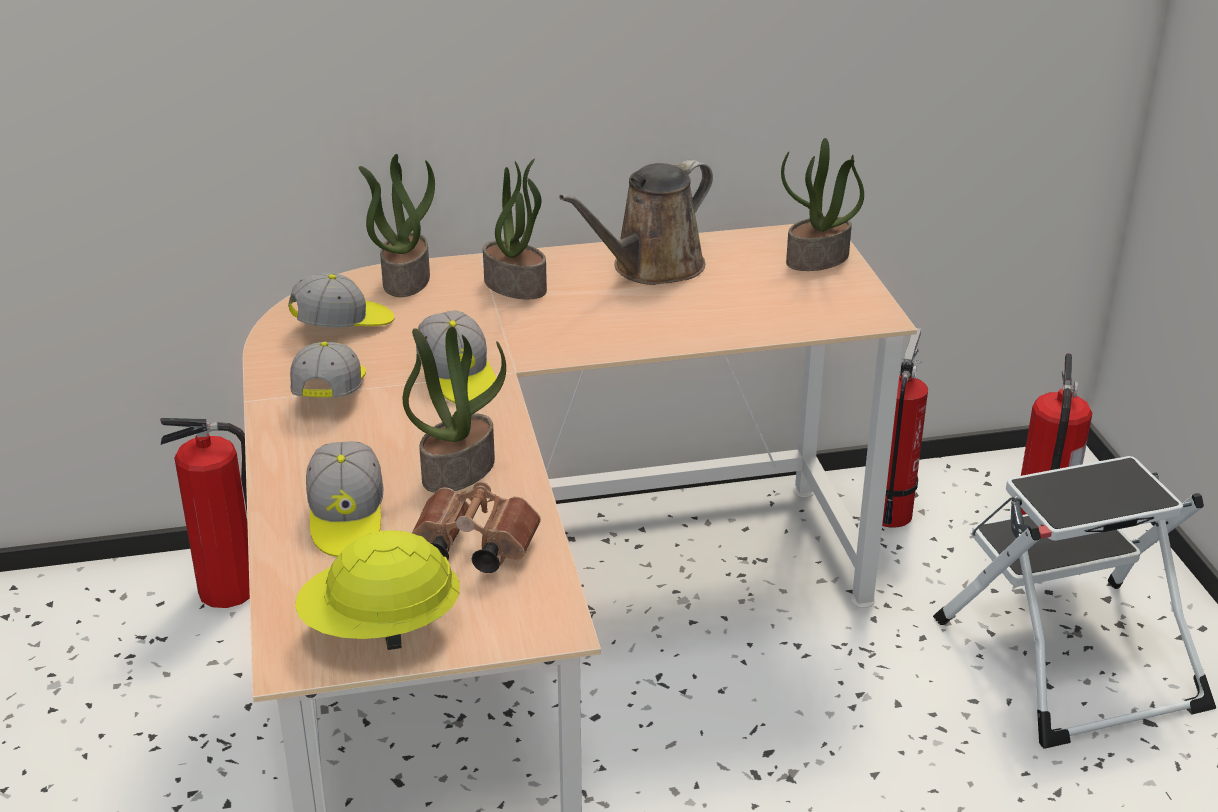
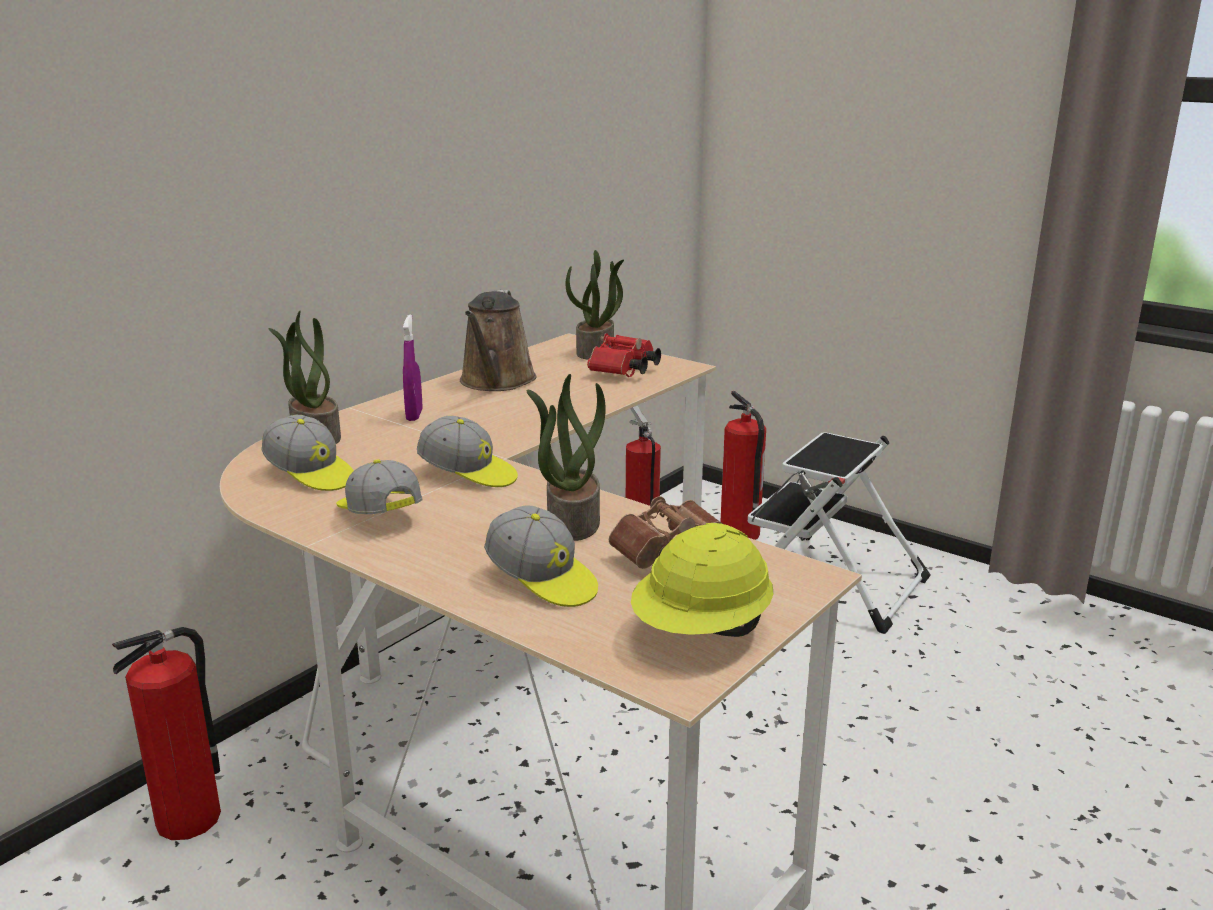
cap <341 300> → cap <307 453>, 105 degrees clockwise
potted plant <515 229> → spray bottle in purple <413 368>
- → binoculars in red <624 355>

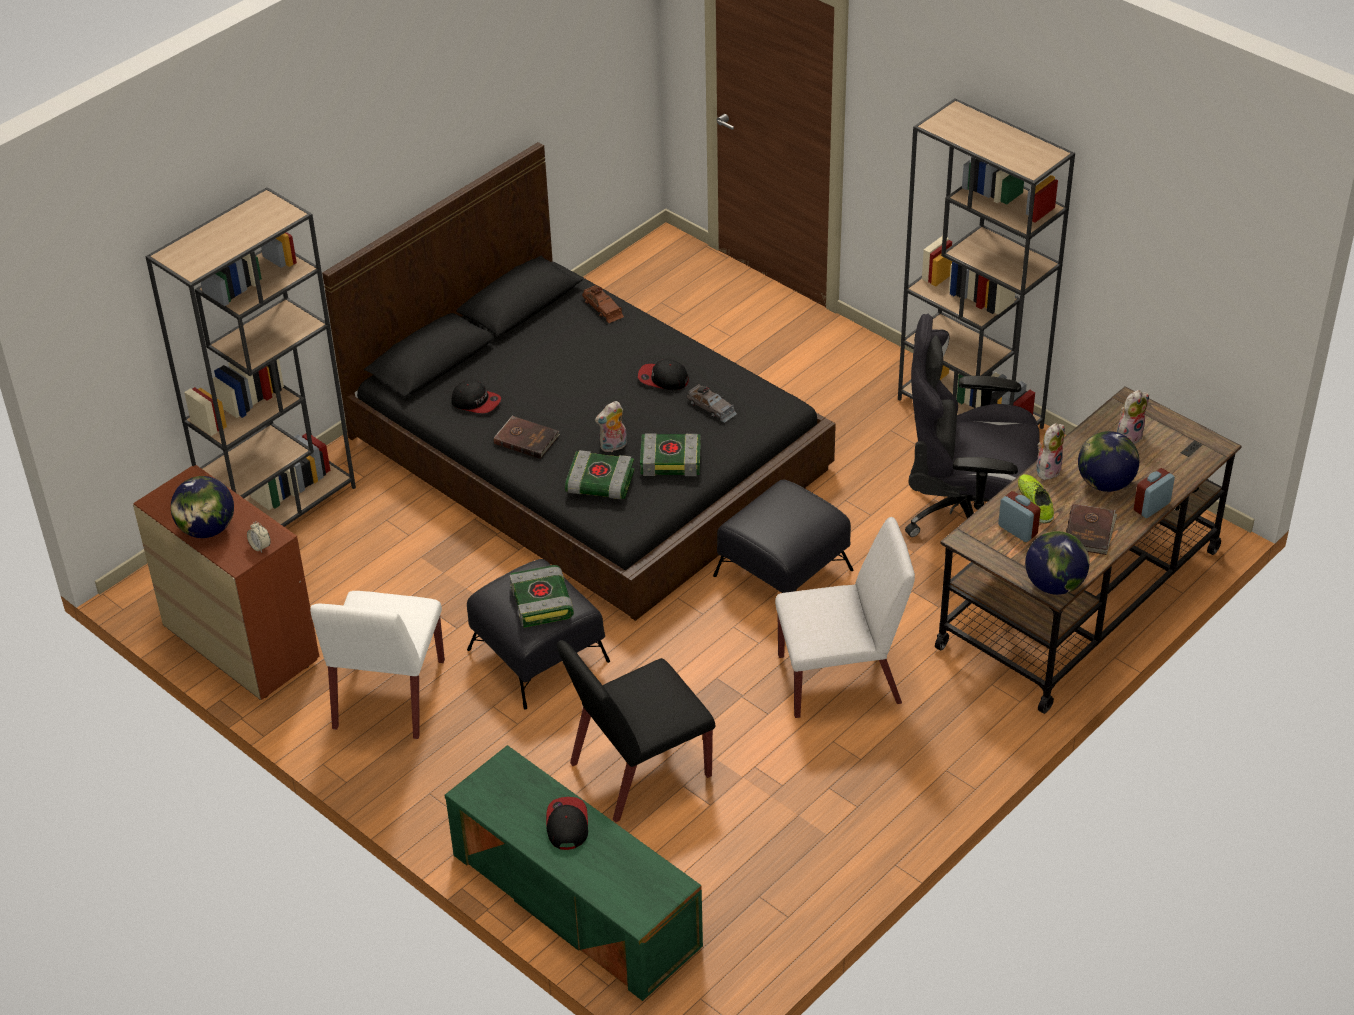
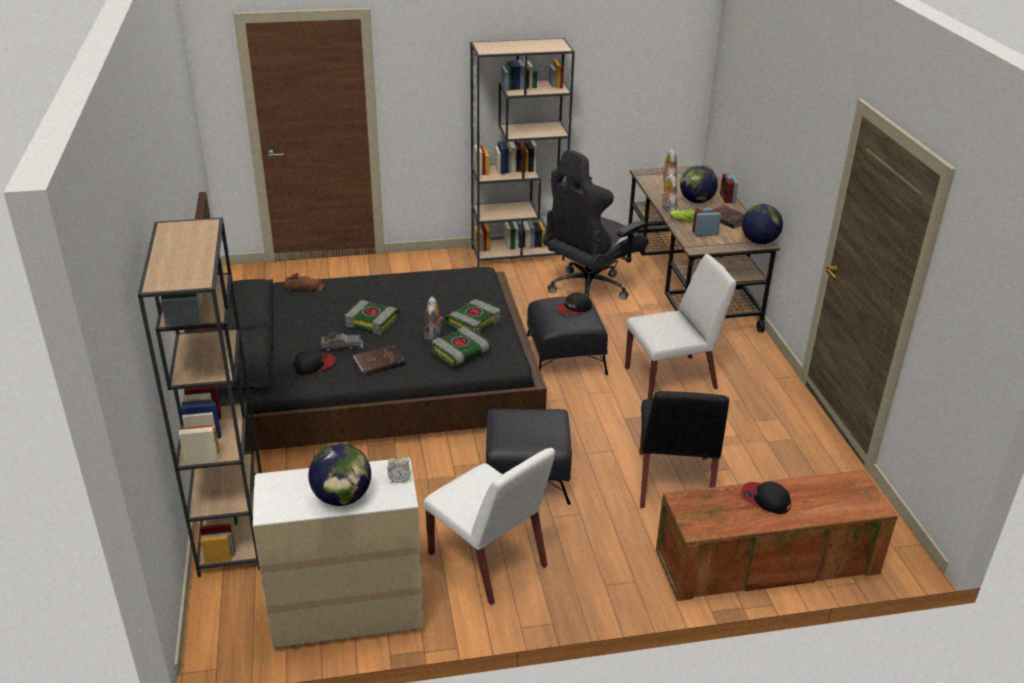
dresser in brown <226 582> → dresser in white <338 553>
bench in green <574 873> → bench in brown <777 535>
book <542 596> → book <372 317>, shifted
cap <663 374> → cap <574 304>, shifted
toy car in grey <712 403> → toy car in grey <342 341>, shifted
chair in white <845 617> → chair in white <680 326>, 45 degrees clockwise

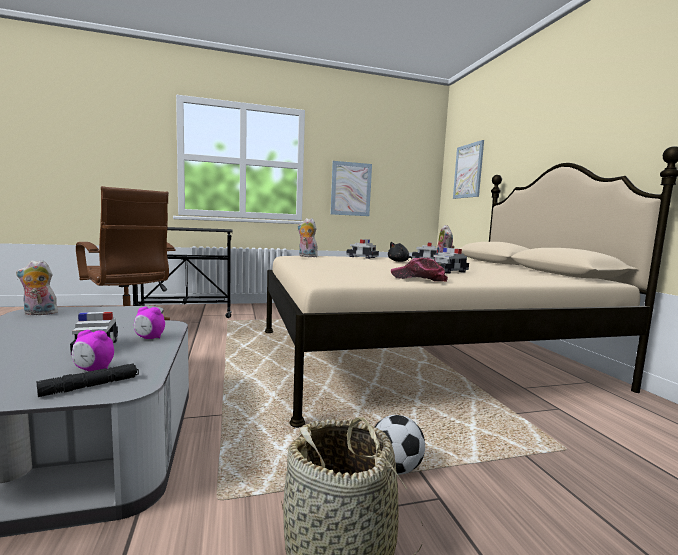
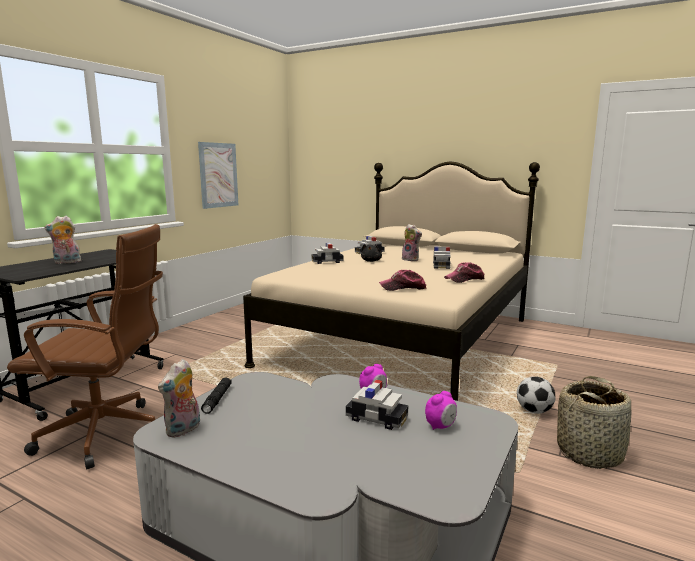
flashlight in black <88 380> → flashlight in black <216 395>, shifted
plush toy <308 237> → plush toy <63 240>, shifted
picture <468 169> → -
- → cap <402 280>

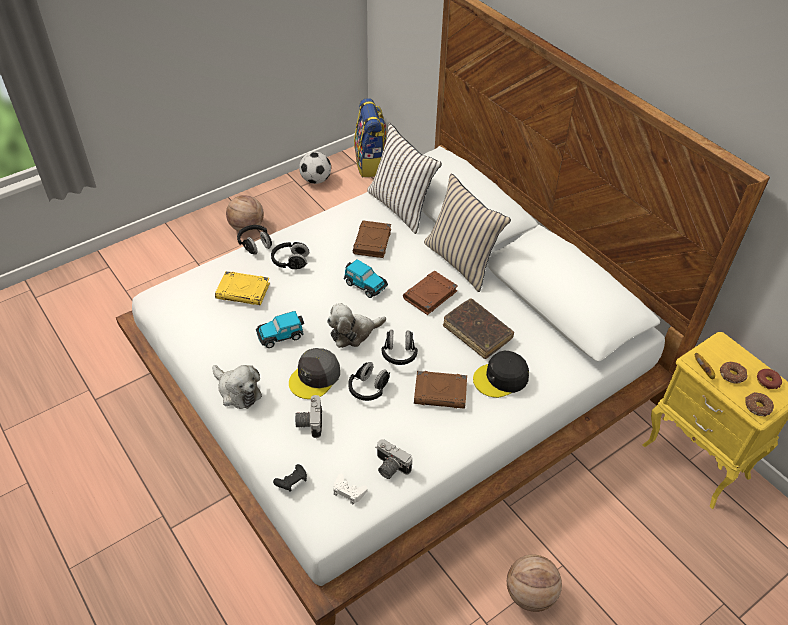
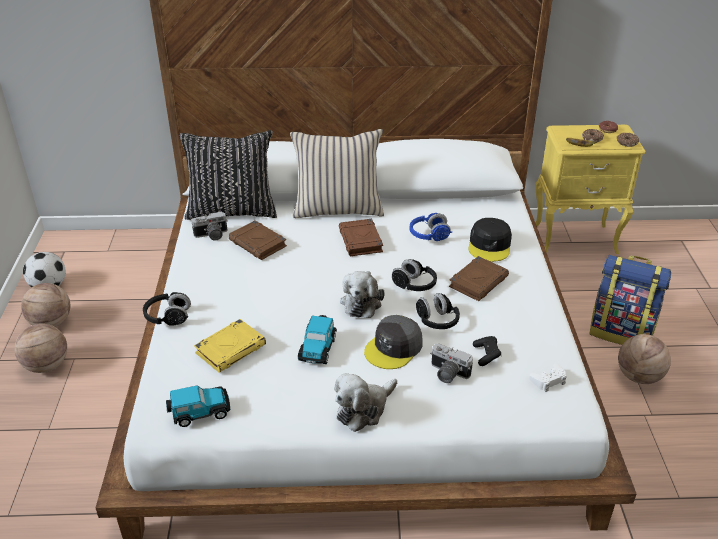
plush toy <237 387> → plush toy <365 402>, 150 degrees clockwise
headphones in black <290 255> → -
game controller in black <290 478> → game controller in black <487 351>, shifted
cap in grey <314 373> → cap in grey <393 342>, 60 degrees clockwise
toy car <366 278> → toy car <198 406>, shifted
backpack <370 137> → backpack <630 300>, shifted
pillow in white <404 178> → pillow in black <228 175>
photo camera <394 459> → photo camera <210 226>, shifted
book in brown <478 328> → headphones in blue <431 227>
- → basketball <45 305>

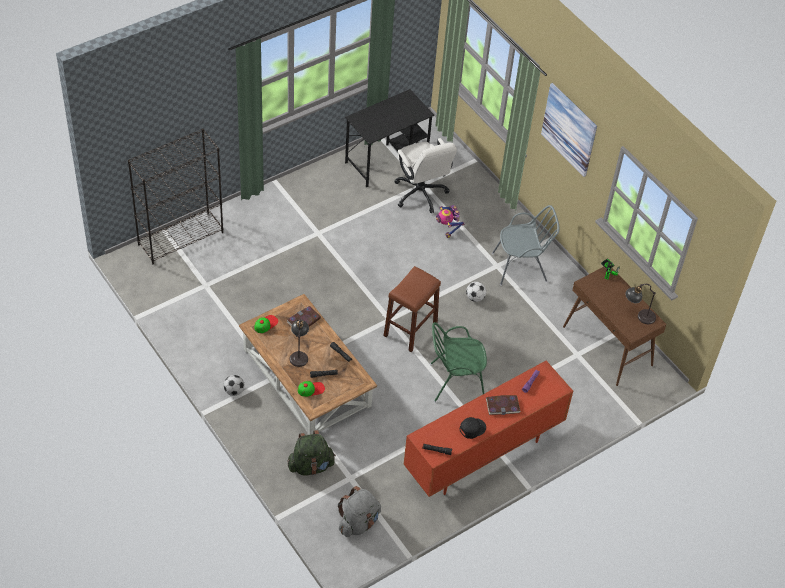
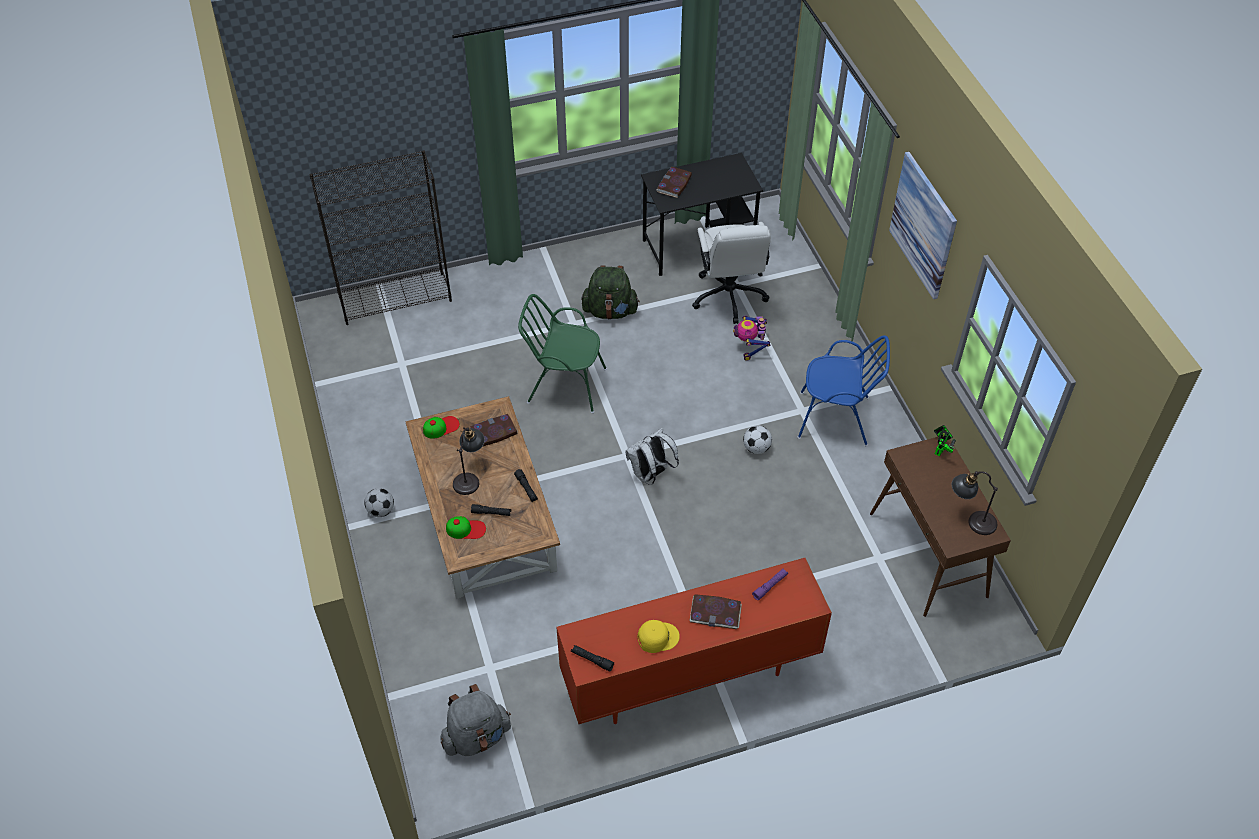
backpack in green <312 453> → backpack in green <610 292>, shifted
stool in brown <412 309> → backpack in white <652 456>
chair in green <458 362> → chair in green <562 353>, shifted
cap in black <473 428> → cap in yellow <659 636>
chair in grey <526 245> → chair in blue <843 391>
- → book <674 182>

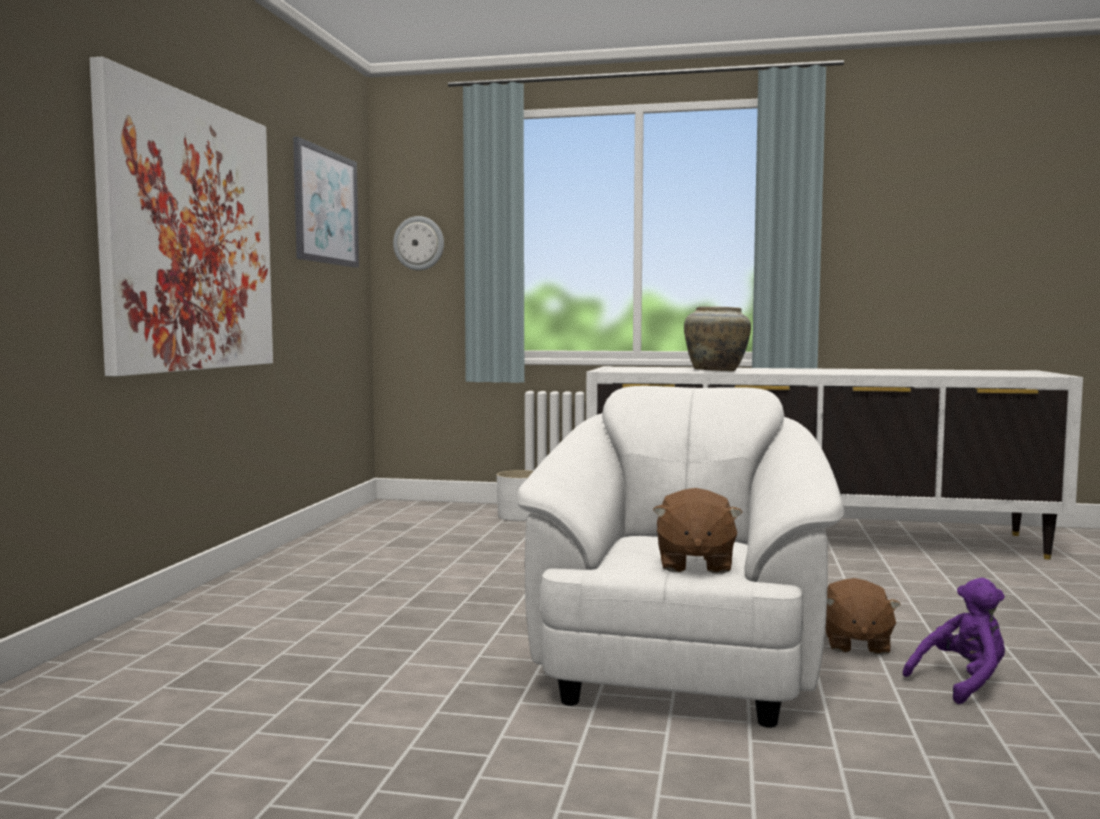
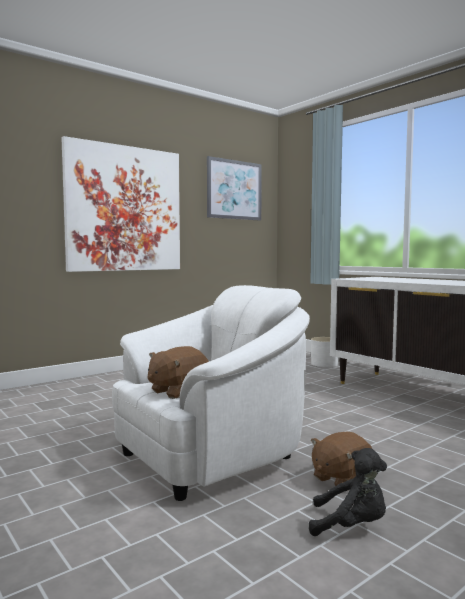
wall clock <418 243> → -
vase in beige <717 339> → -
plush toy in purple <954 641> → plush toy in black <348 492>

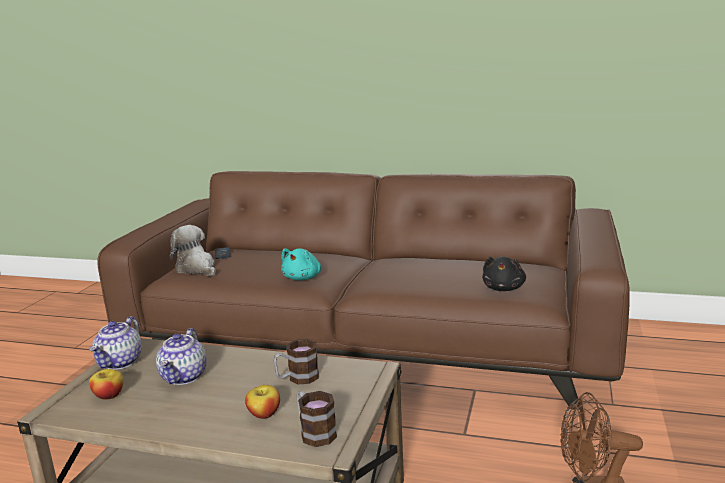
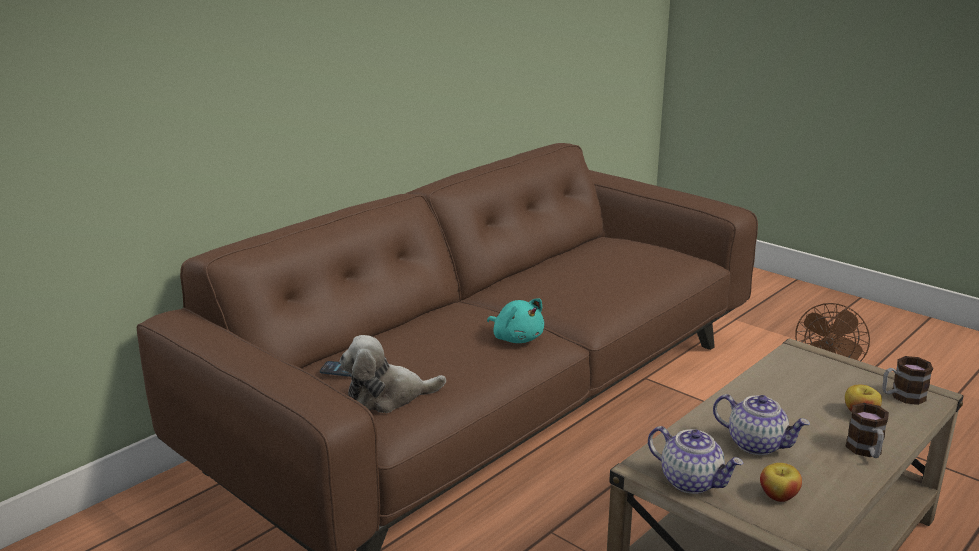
mug <296 361> → mug <867 430>, shifted
plush toy in black <504 273> → -

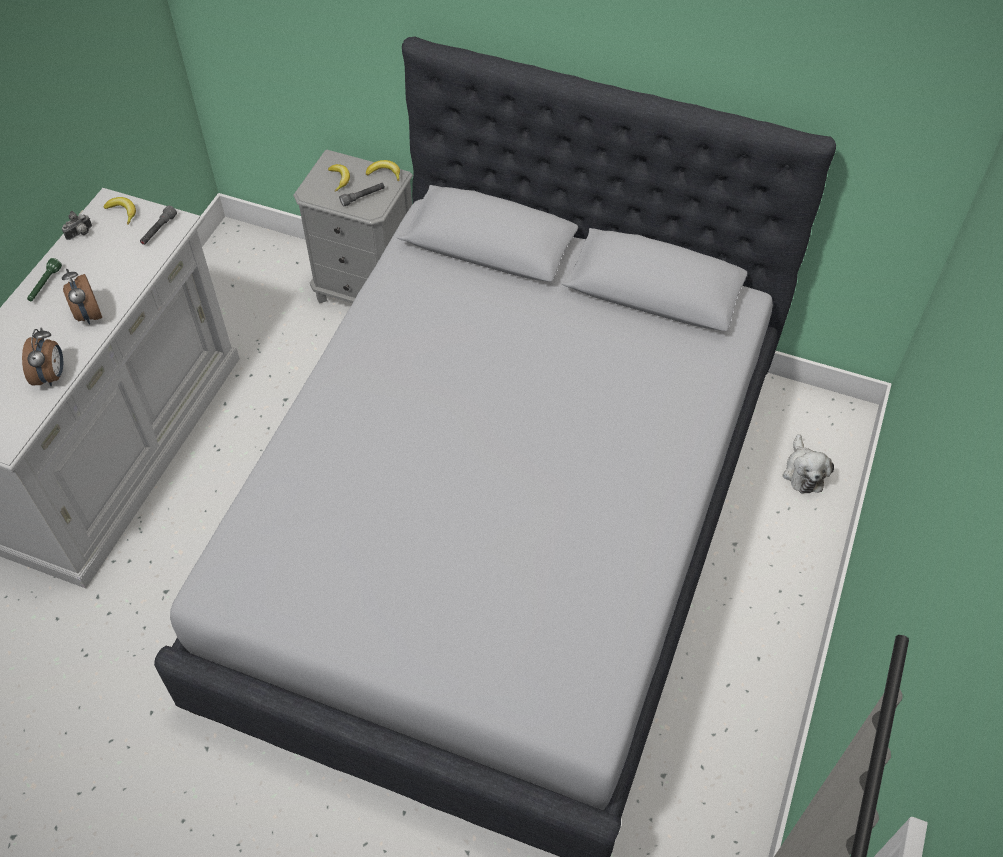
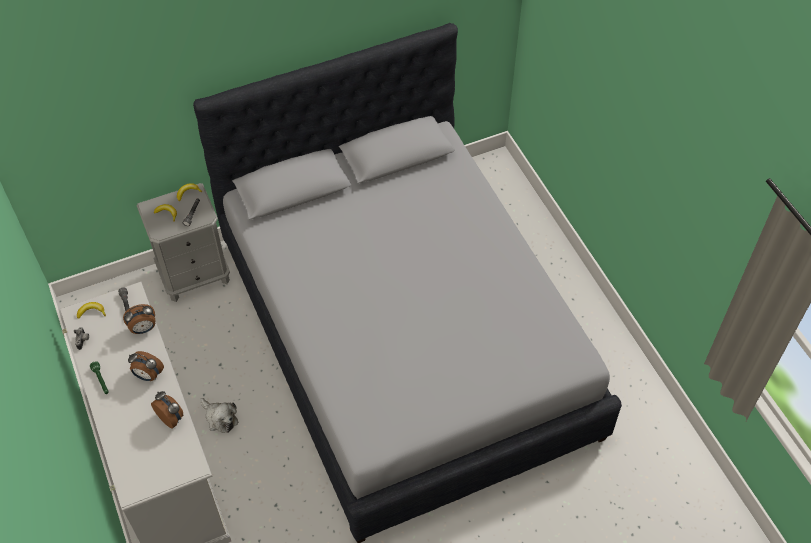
plush toy <808 464> → plush toy <219 415>, shifted
- → alarm clock <139 319>

